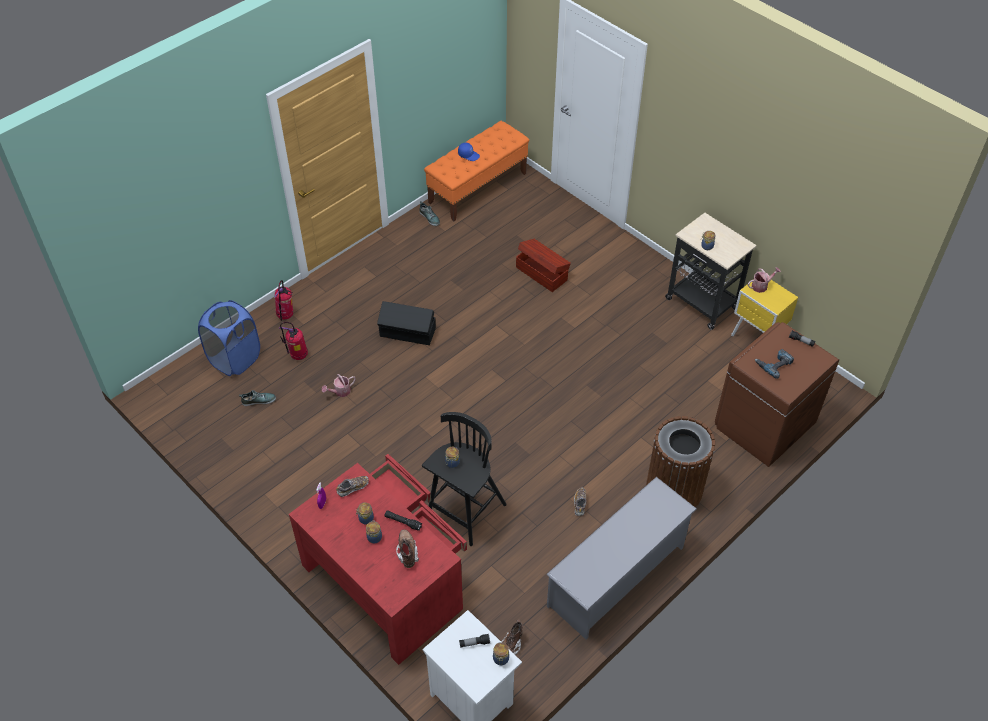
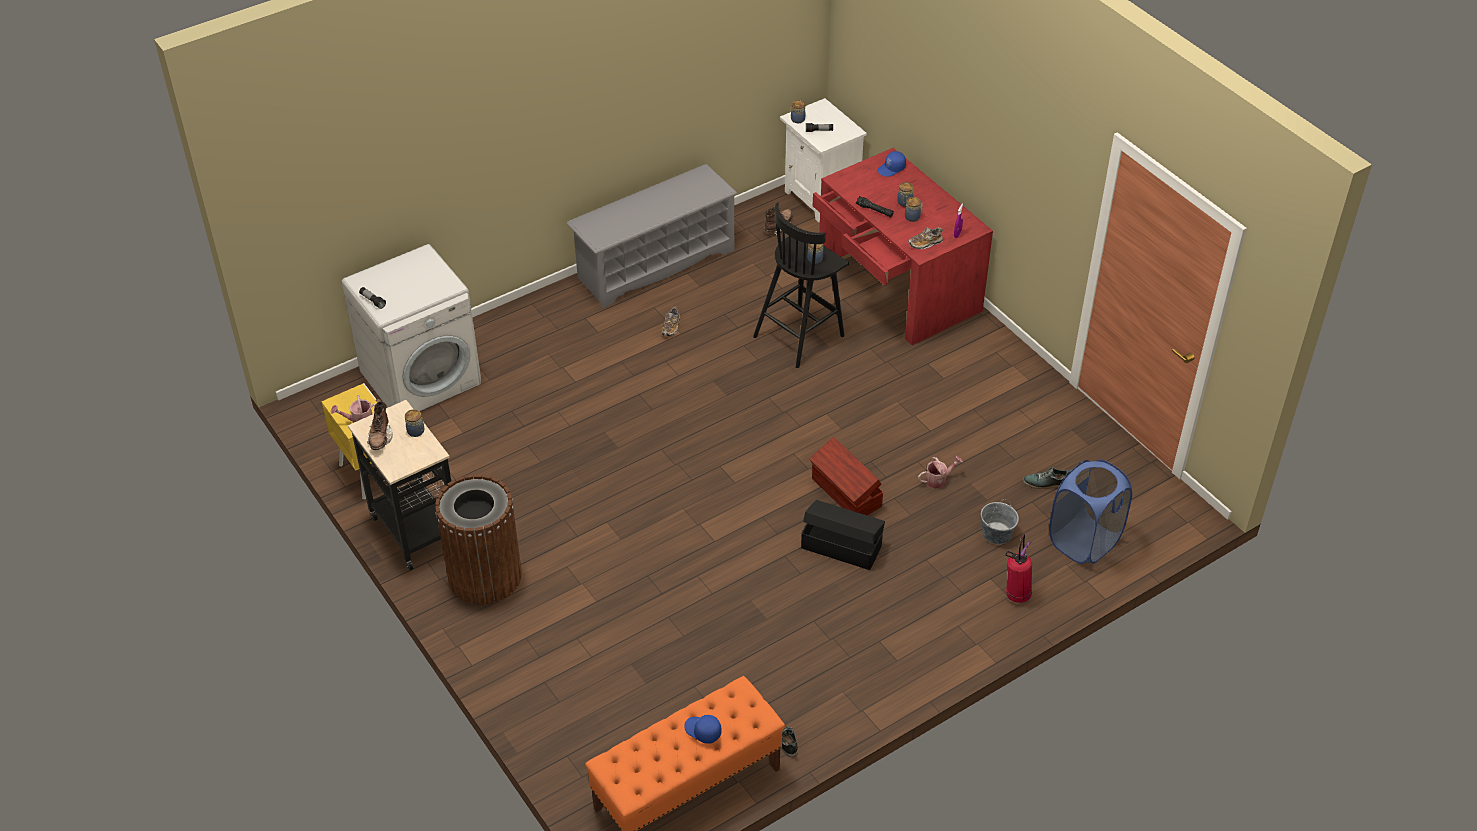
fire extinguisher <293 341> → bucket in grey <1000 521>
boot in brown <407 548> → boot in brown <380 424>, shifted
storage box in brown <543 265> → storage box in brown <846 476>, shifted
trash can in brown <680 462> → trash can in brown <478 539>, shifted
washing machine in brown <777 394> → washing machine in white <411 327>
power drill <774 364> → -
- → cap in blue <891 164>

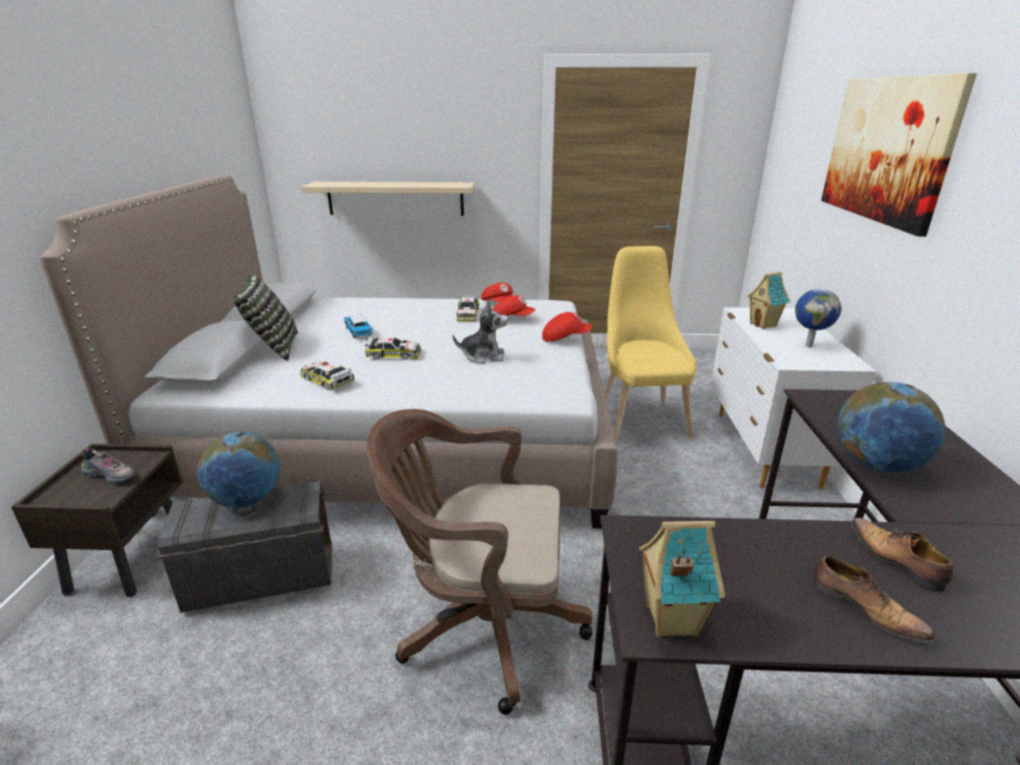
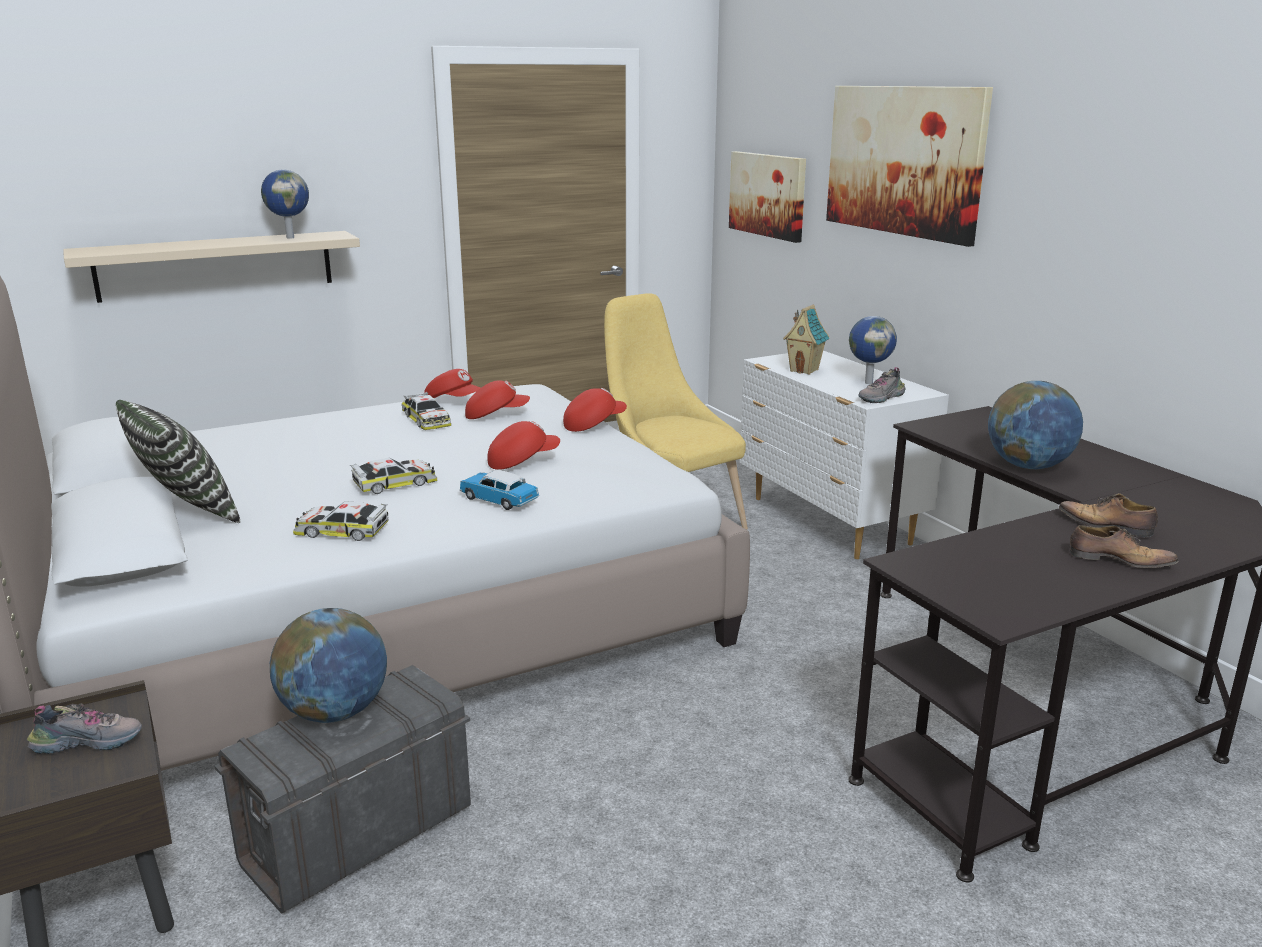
toy car <358 326> → toy car <499 490>, shifted
office chair in brown <479 562> → -
plush toy <480 331> → cap in red <523 445>
toy house <682 579> → -
- → globe <285 204>
- → picture <767 197>
- → shoe <882 385>

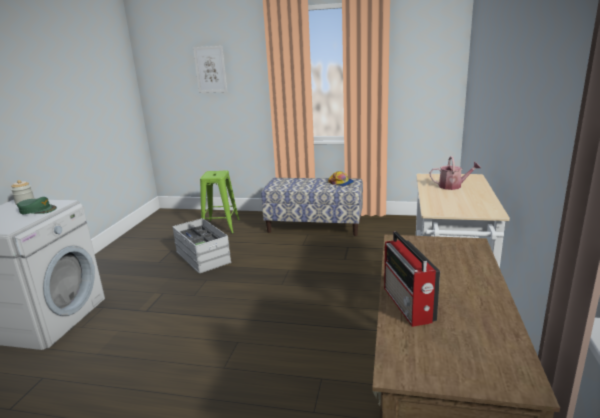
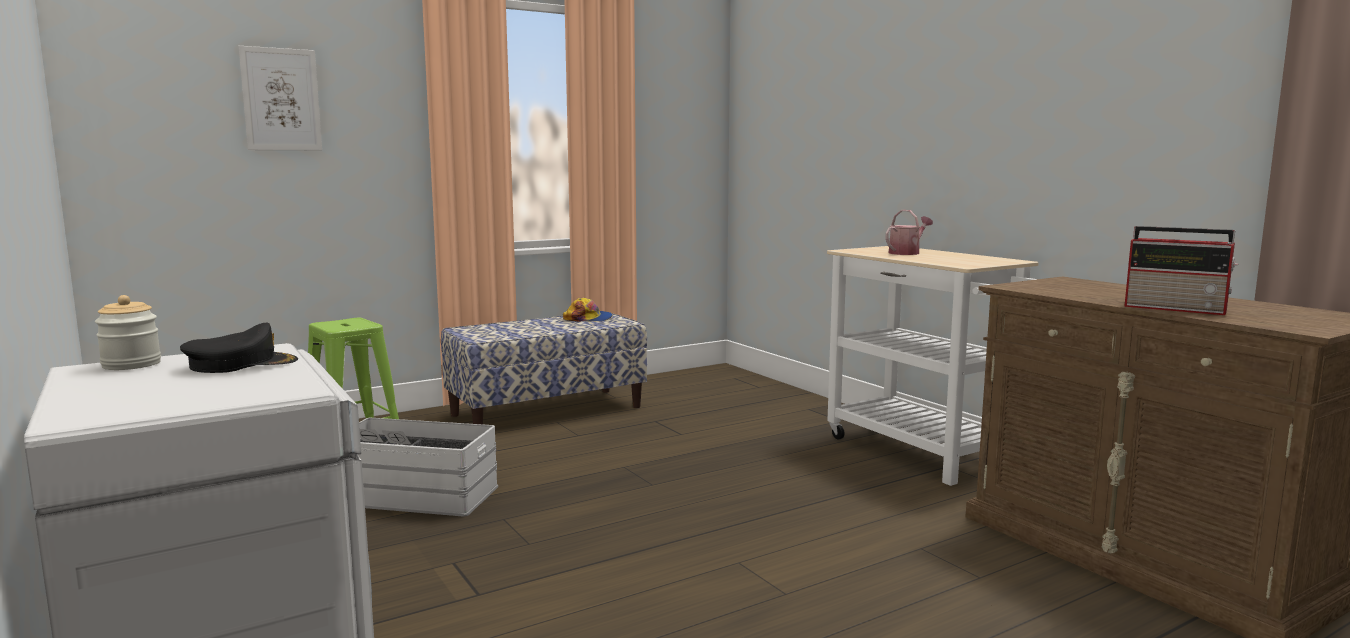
cap in green <37 205> → cap in black <239 347>

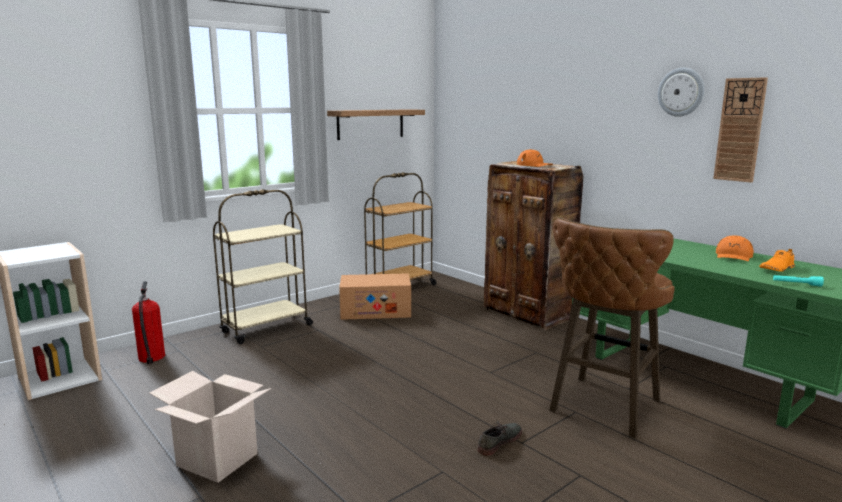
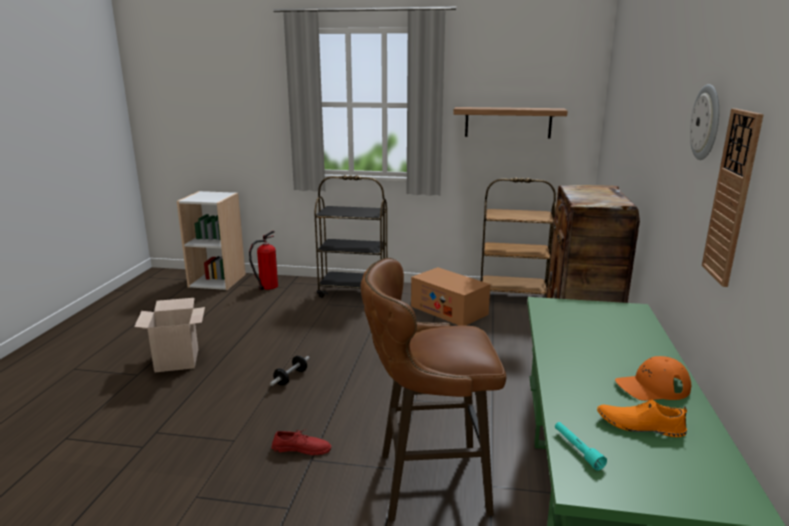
cart in beige <263 266> → cart in black <351 236>
shoe in grey <499 438> → shoe in red <301 442>
cap in orange <535 158> → -
- → dumbbell <290 371>

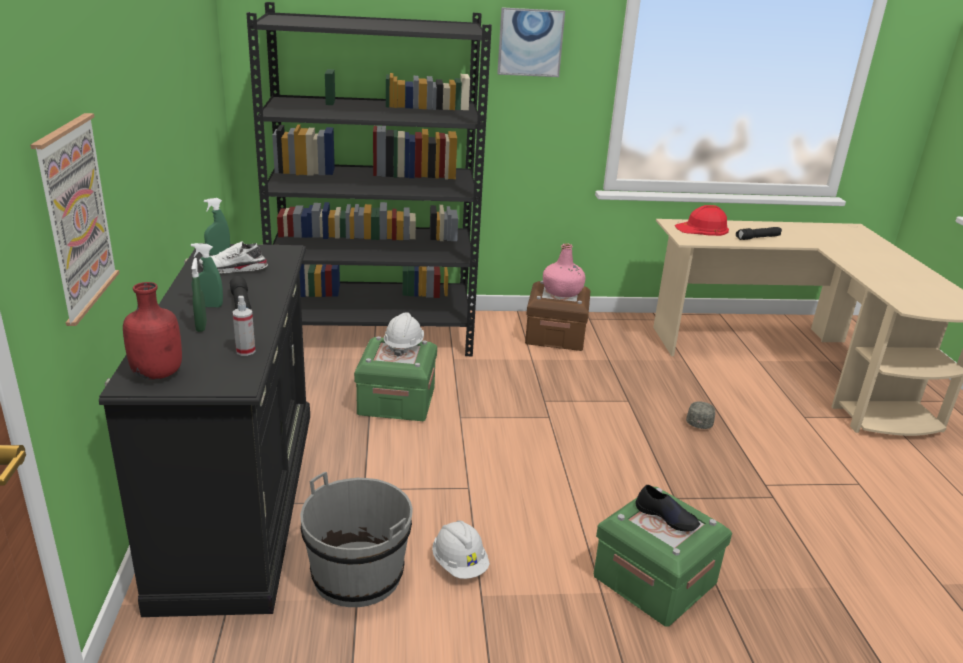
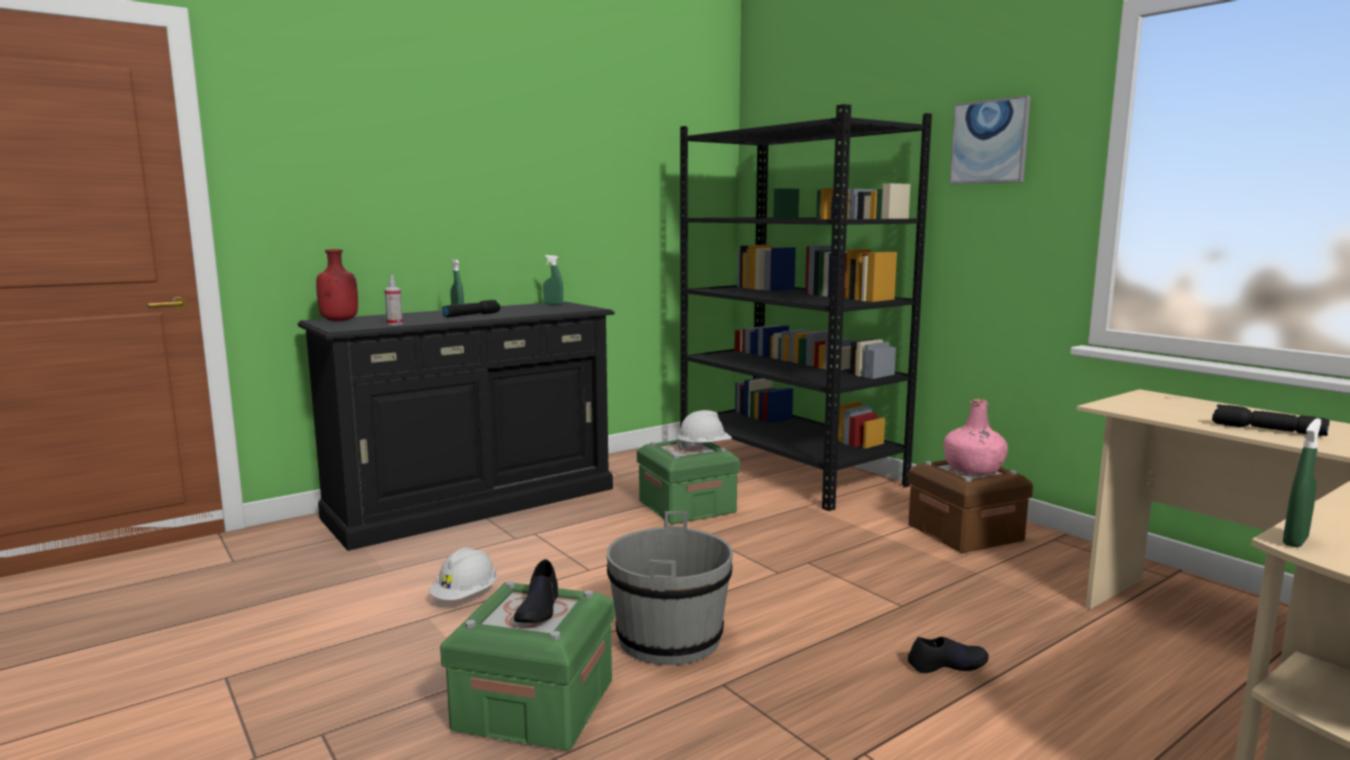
picture <74 219> → -
spray bottle in green <199 295> → spray bottle in green <1302 482>, shifted
shoe in white <233 257> → -
bucket in grey <356 539> → bucket in grey <669 588>, shifted
hard hat in red <702 220> → -
cap in grey <700 415> → shoe in black <948 655>

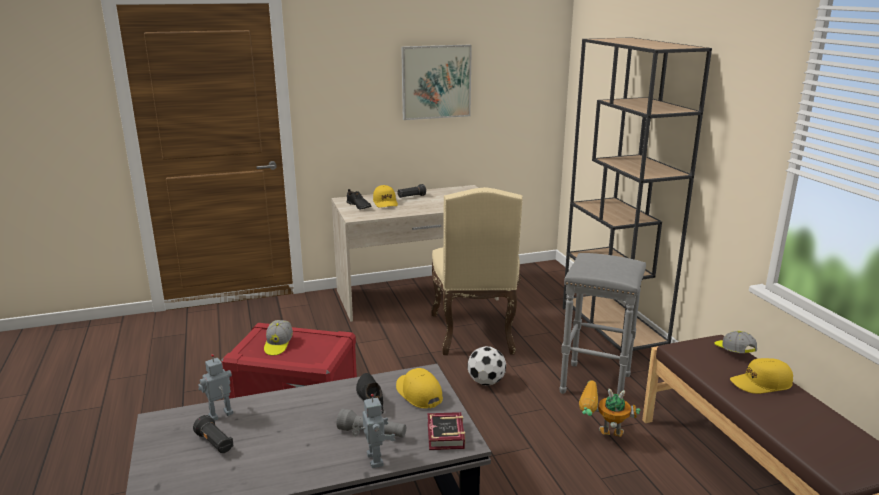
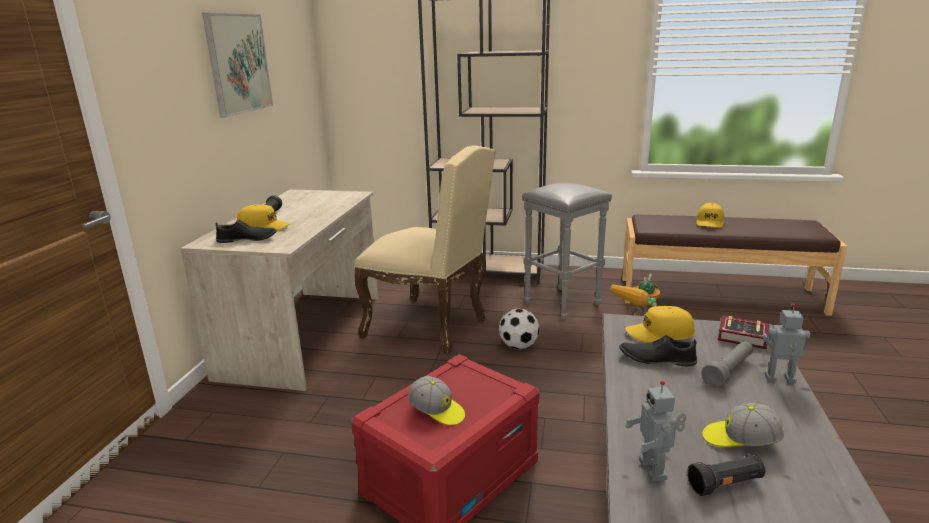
cap <735 342> → cap <743 425>, shifted

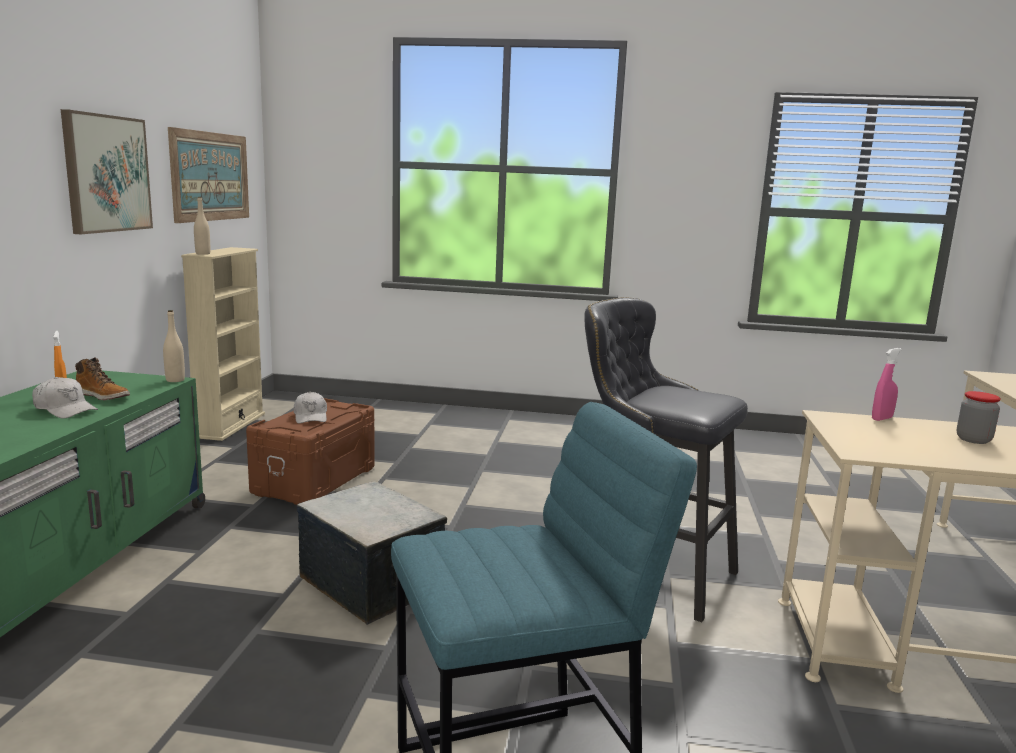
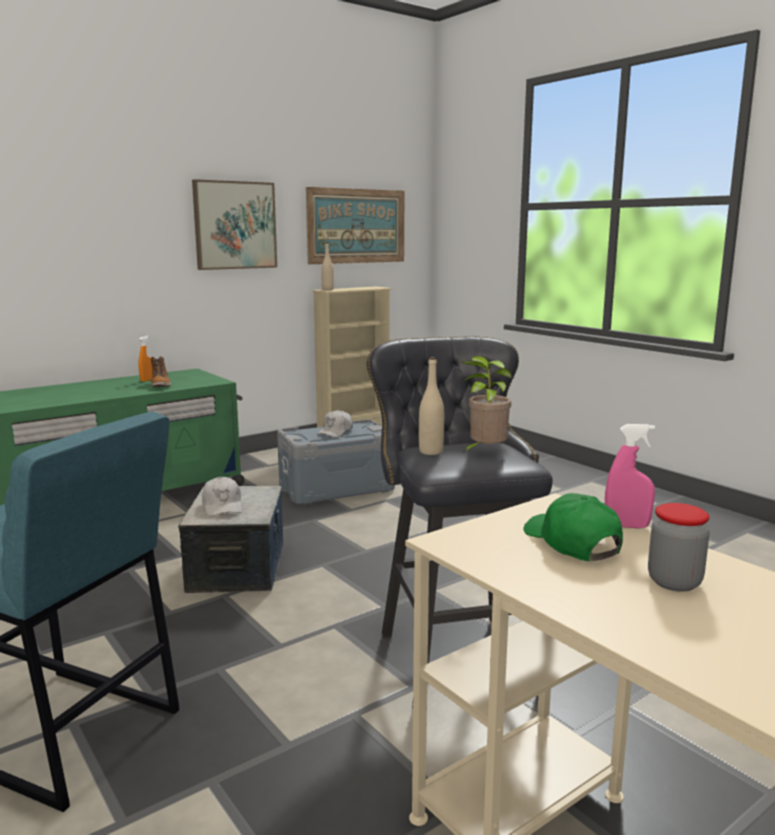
cap in white <65 397> → cap in white <222 496>, shifted
bottle in beige <174 346> → bottle in beige <431 406>, shifted
storage box in brown <310 451> → storage box in grey <336 462>
- → potted plant <486 404>
- → cap in green <573 527>

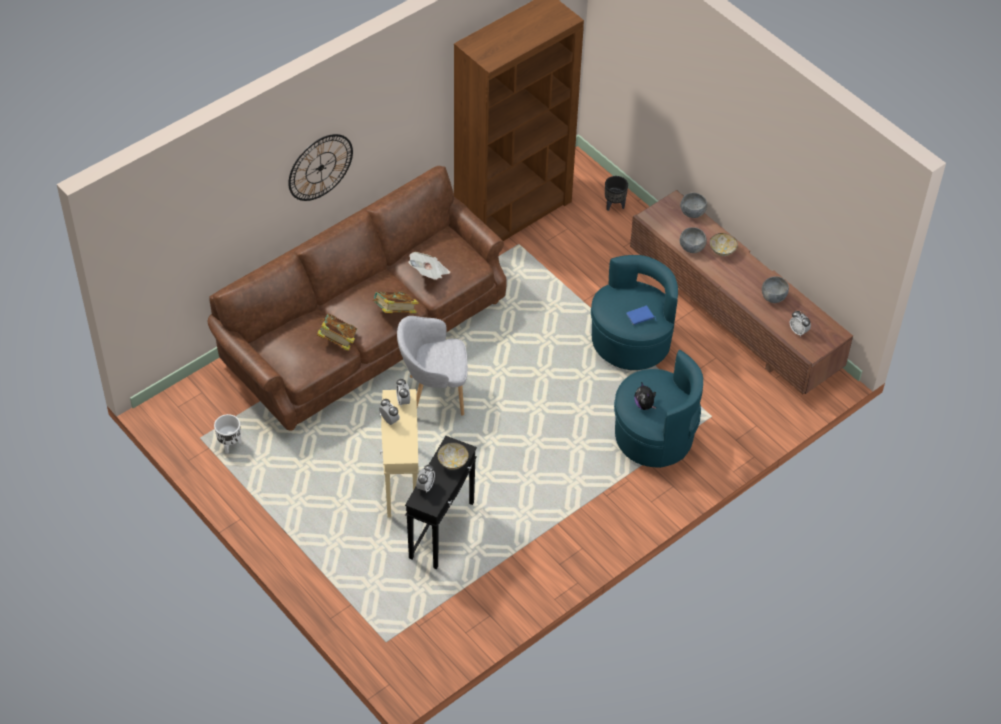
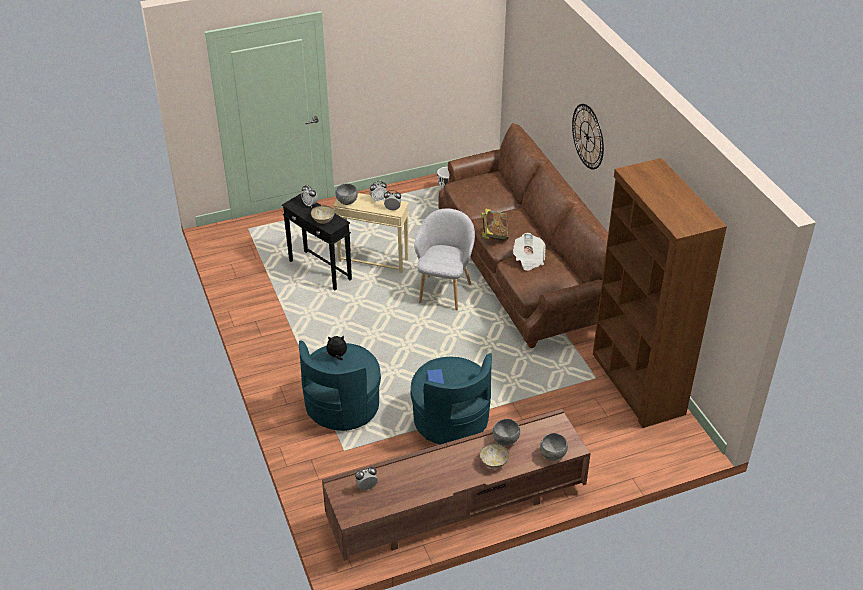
book <337 332> → -
planter in black <616 193> → -
bowl in grey <775 289> → bowl in grey <347 194>, shifted

